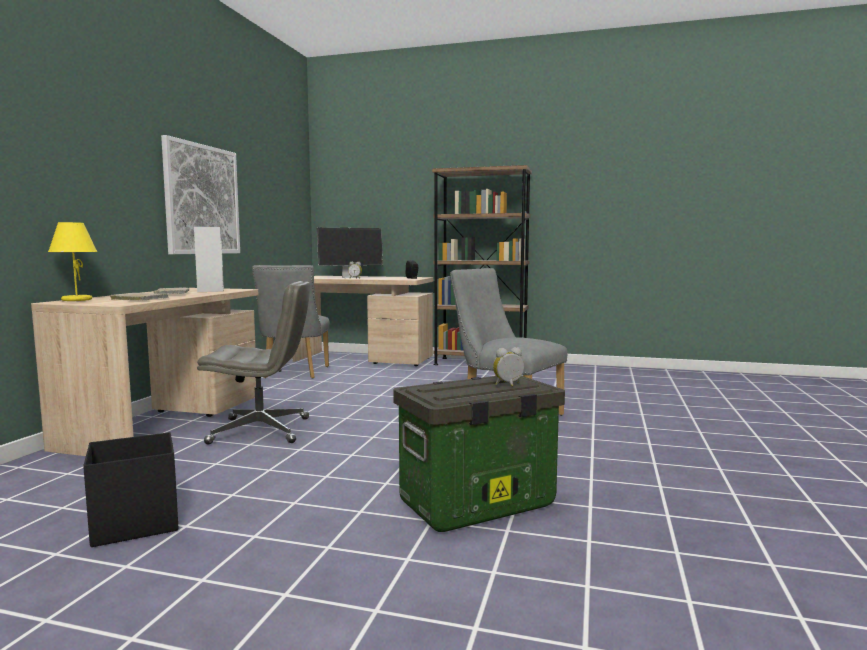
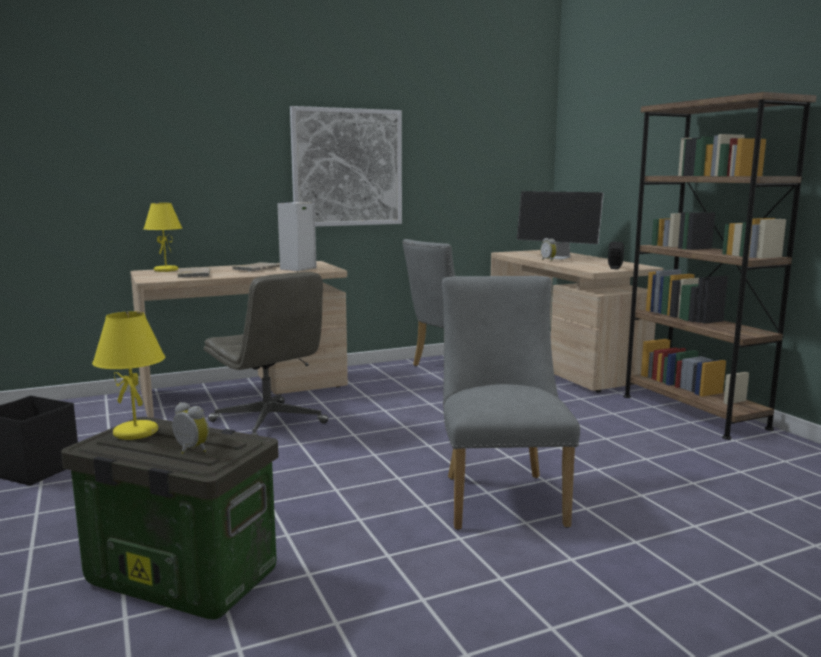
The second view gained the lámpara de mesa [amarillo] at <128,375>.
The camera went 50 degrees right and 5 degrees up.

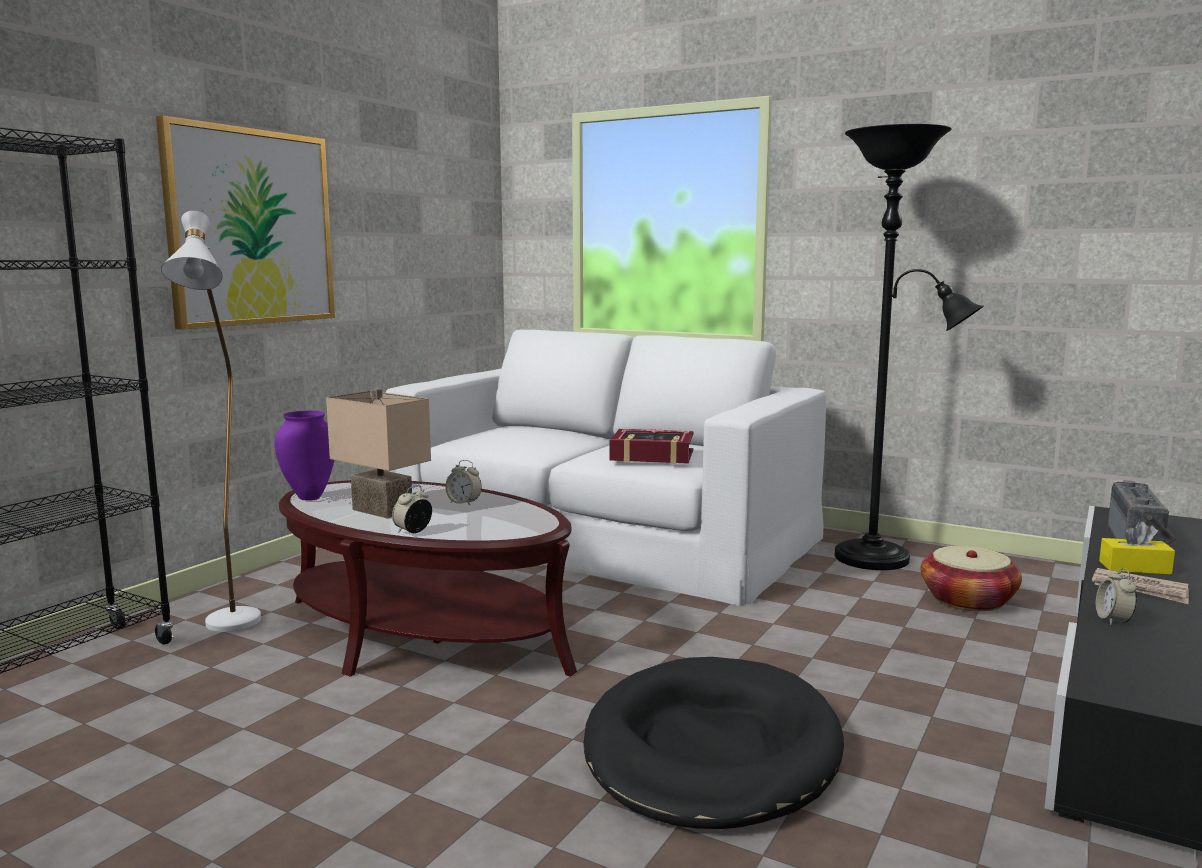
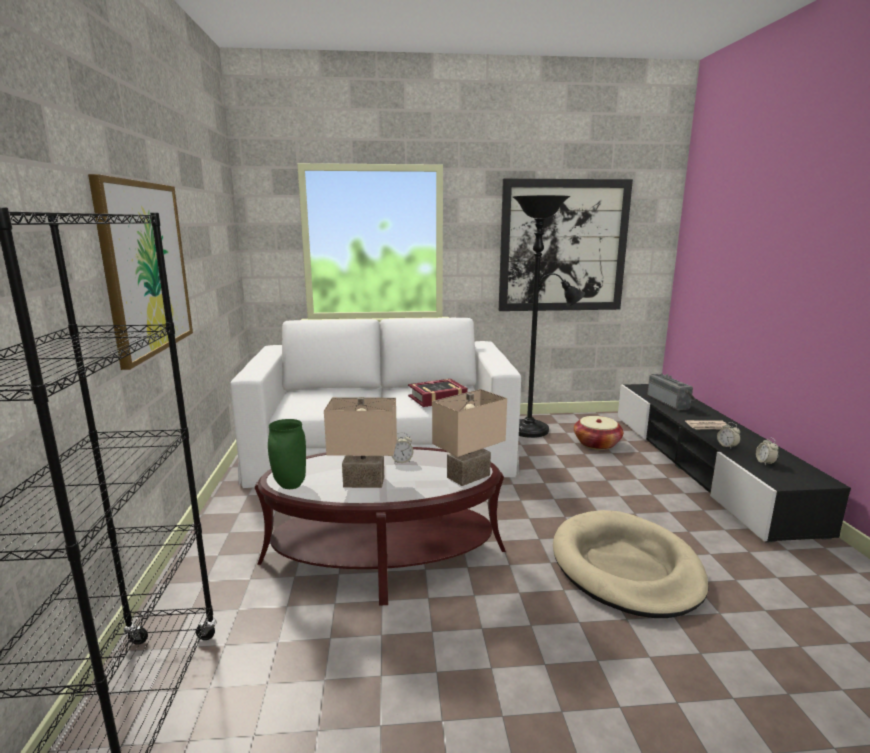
The second view lost the lámpara de pie [blanco] at <211,421>.
What was the florero [morado] at <304,456> turned into the florero [verde] at <287,454>.
The despertador ended up elsewhere, having gone from <412,509> to <767,451>.
The second view lost the caja de pañuelos [amarillo] at <1137,548>.
What was the cama para perro [negro] at <713,743> turned into the cama para perro [beis] at <631,564>.
The second view gained the cuadro at <566,245>.
The second view gained the lámpara de mesa [beis] at <469,437>.
The camera went 35 degrees left and 5 degrees up.

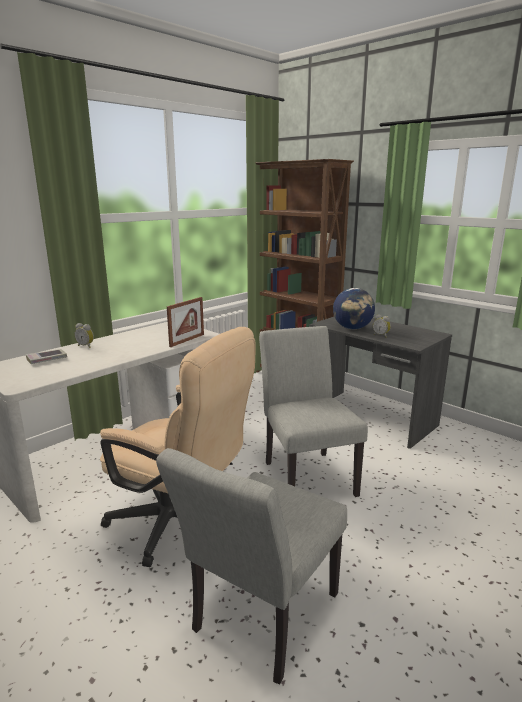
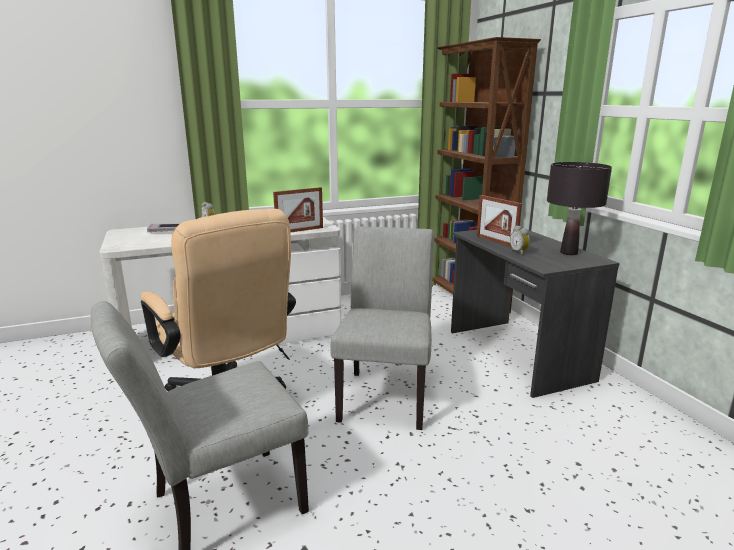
Where the globo terráqueo stood at <354,308>, the portarretratos came to stand at <499,220>.
The second view gained the lámpara de mesa [negro] at <579,208>.
The camera went 25 degrees right and 0 degrees up.

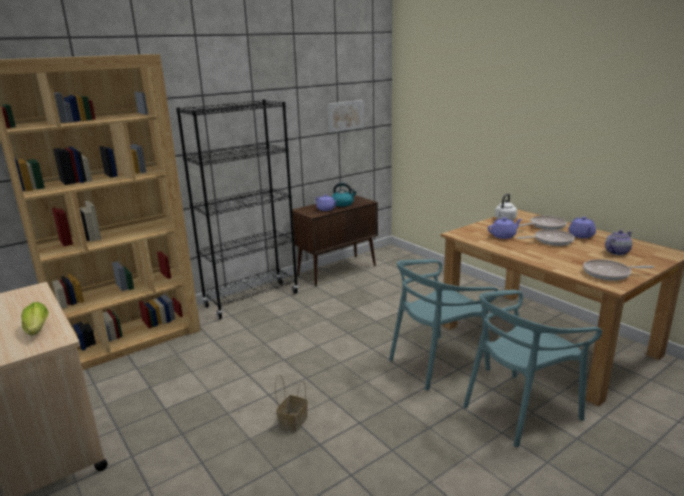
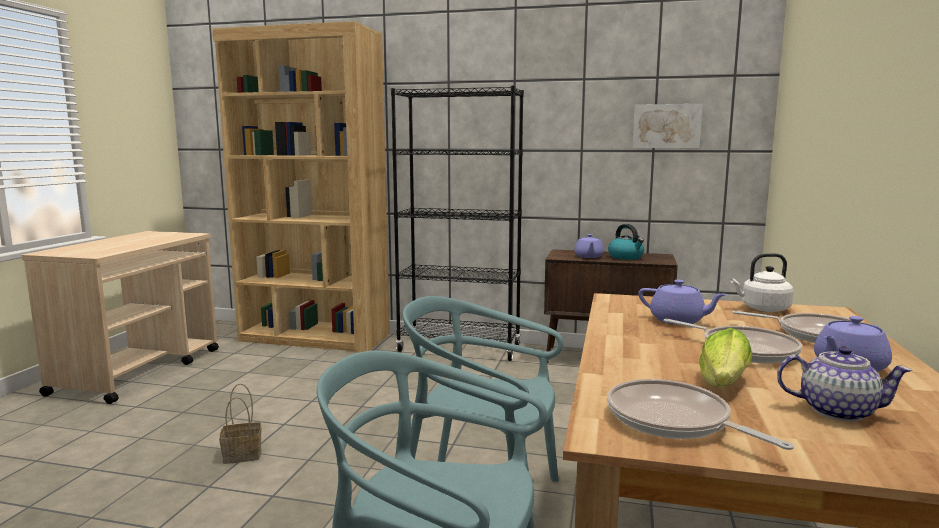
The lechuga ended up elsewhere, having gone from <35,319> to <725,357>.
The camera went 50 degrees right and 10 degrees down.

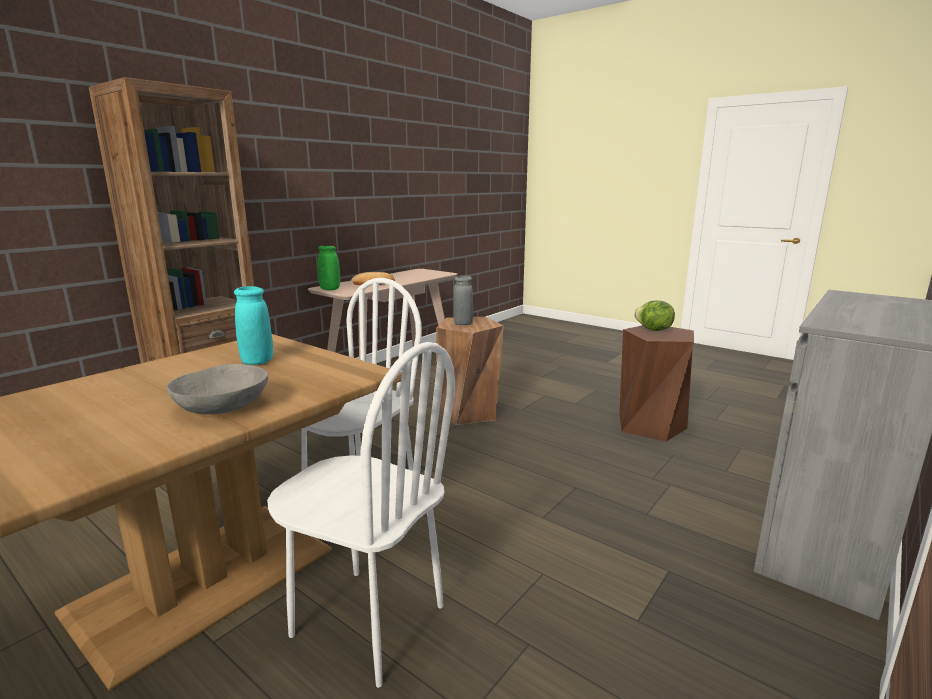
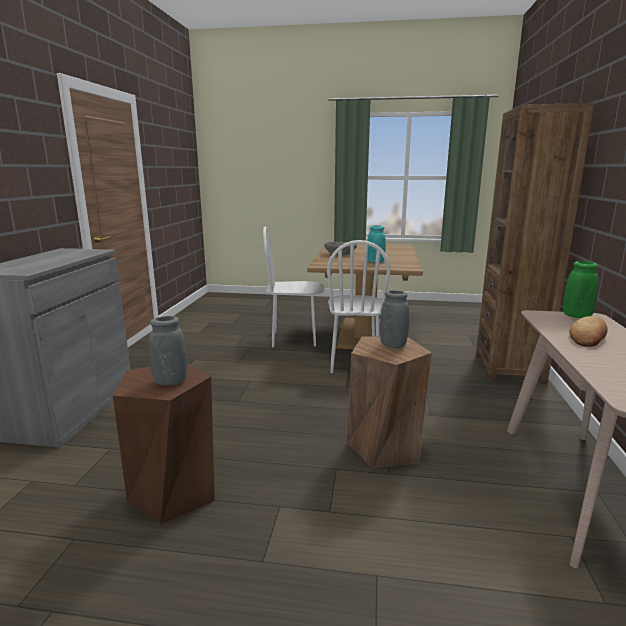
Where the lechuga stood at <654,315>, the florero [gris] came to stand at <168,351>.
The camera went 150 degrees right and 0 degrees up.

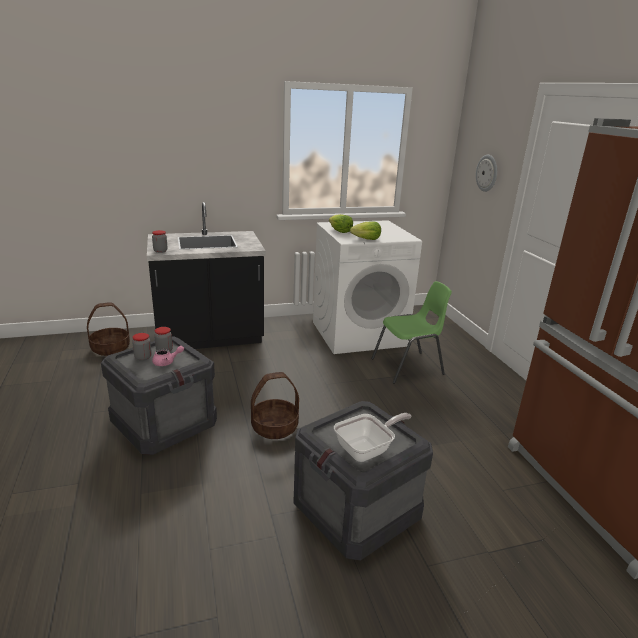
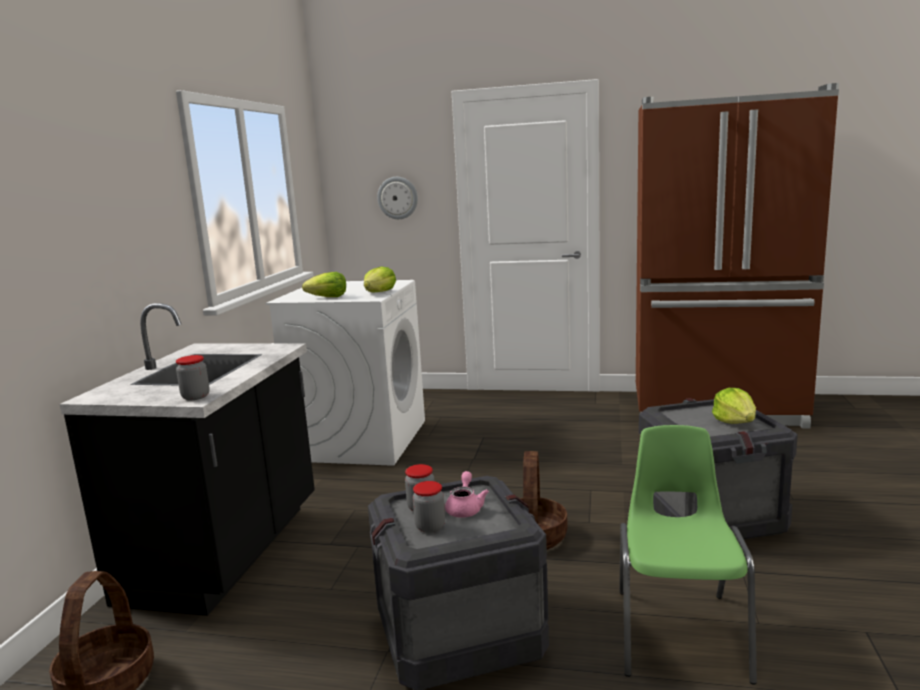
The silla [verde] ended up elsewhere, having gone from <411,332> to <688,555>.
Where the sartén stood at <373,437>, the lechuga came to stand at <734,406>.
The camera went 60 degrees left and 10 degrees down.

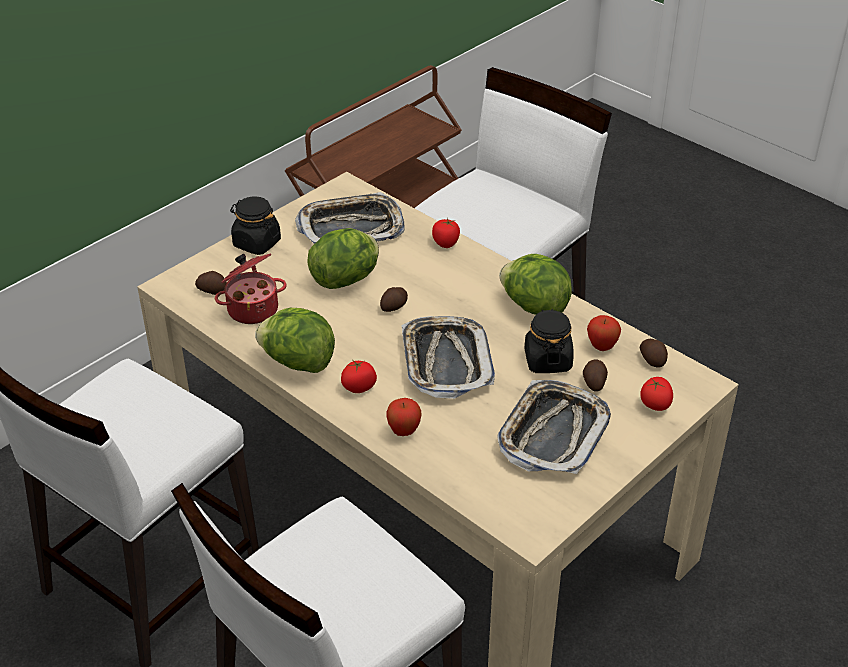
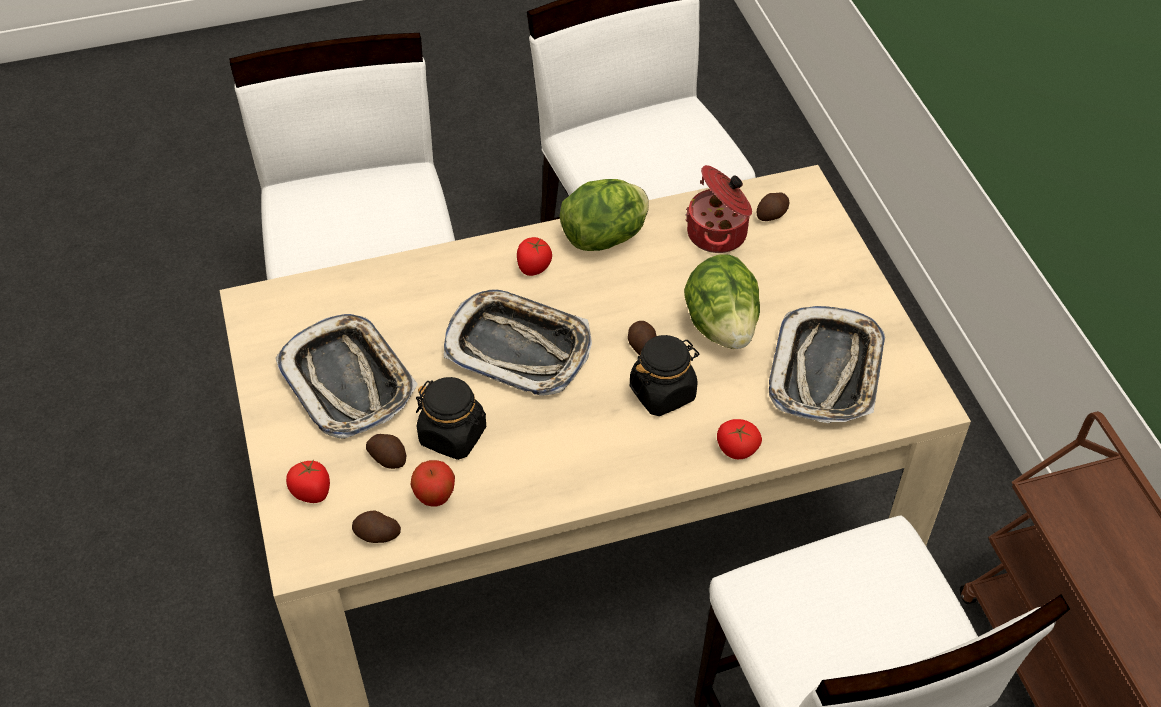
The tarro [negro] ended up elsewhere, having gone from <255,225> to <664,375>.
The second view lost the lechuga at <535,284>.
The second view lost the manzana at <404,417>.
The camera went 120 degrees right and 10 degrees up.

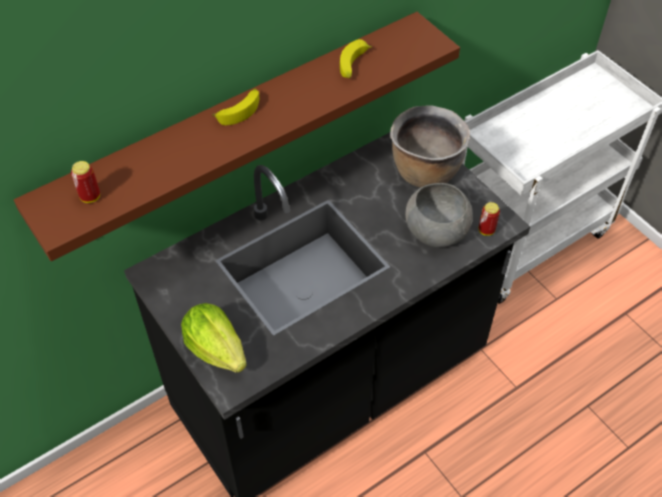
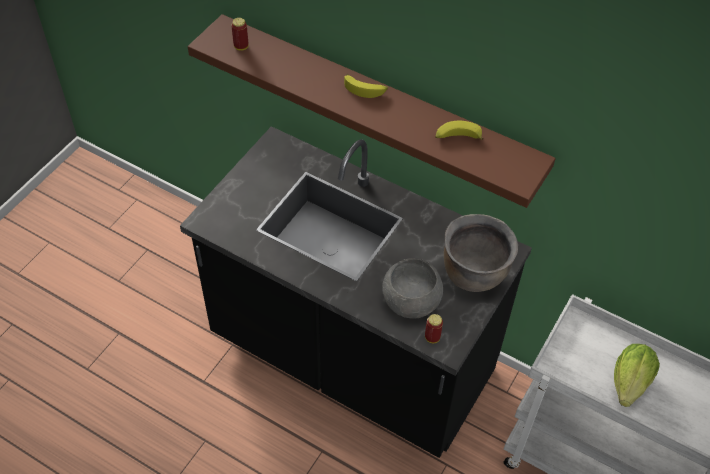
The lechuga ended up elsewhere, having gone from <214,338> to <637,375>.
The camera went 65 degrees right and 0 degrees up.

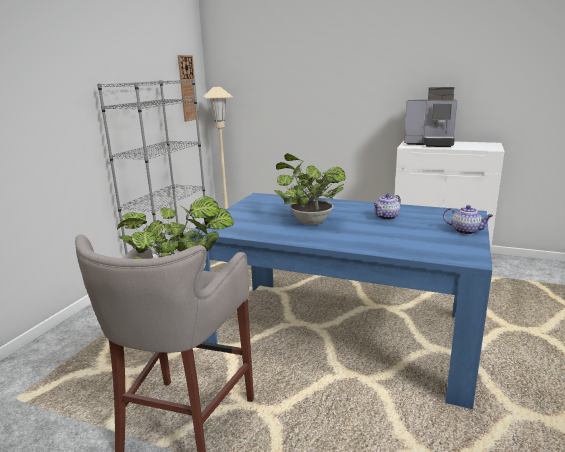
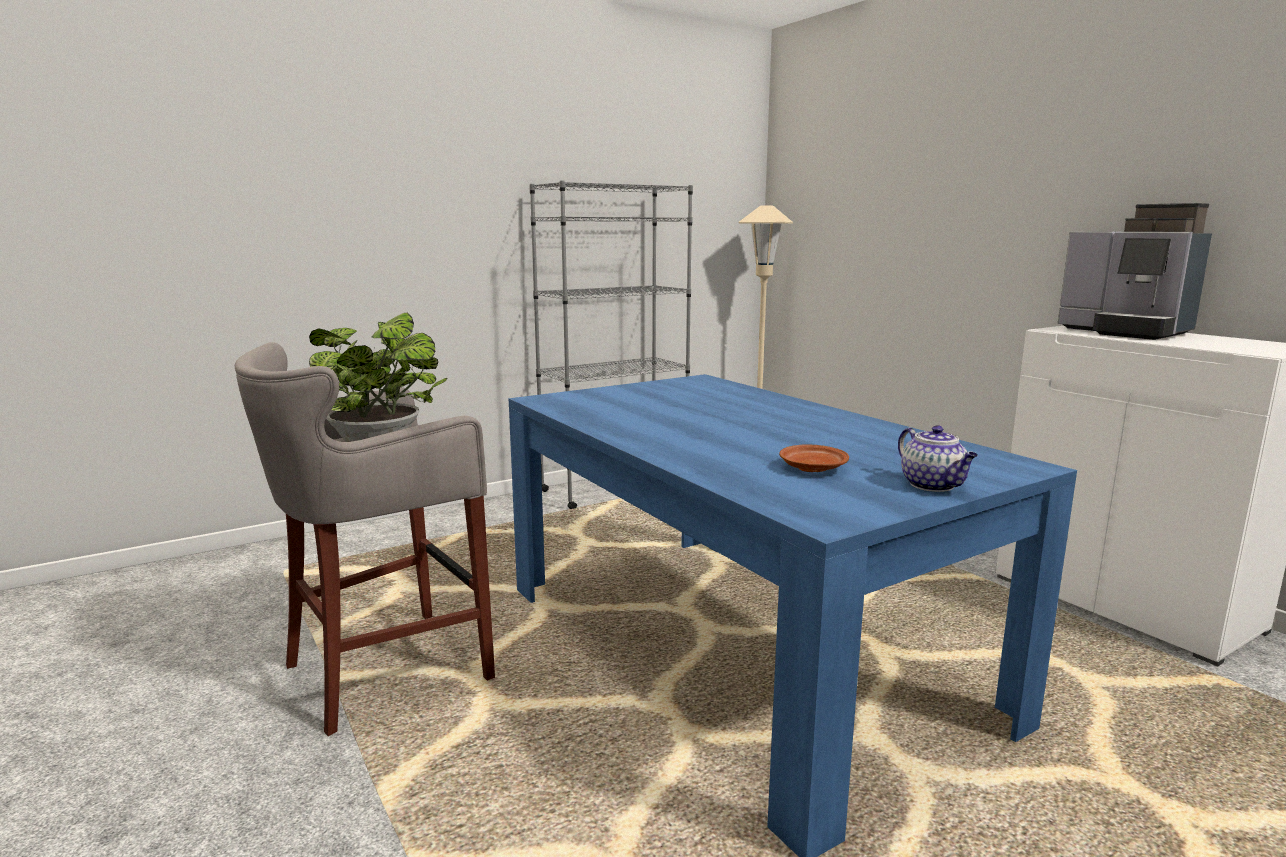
The second view lost the reloj de pared at <188,88>.
The second view lost the planta en maceta at <310,189>.
The second view lost the tetera at <387,206>.
The second view gained the plato [marrón] at <814,458>.
The camera went 35 degrees right and 5 degrees down.

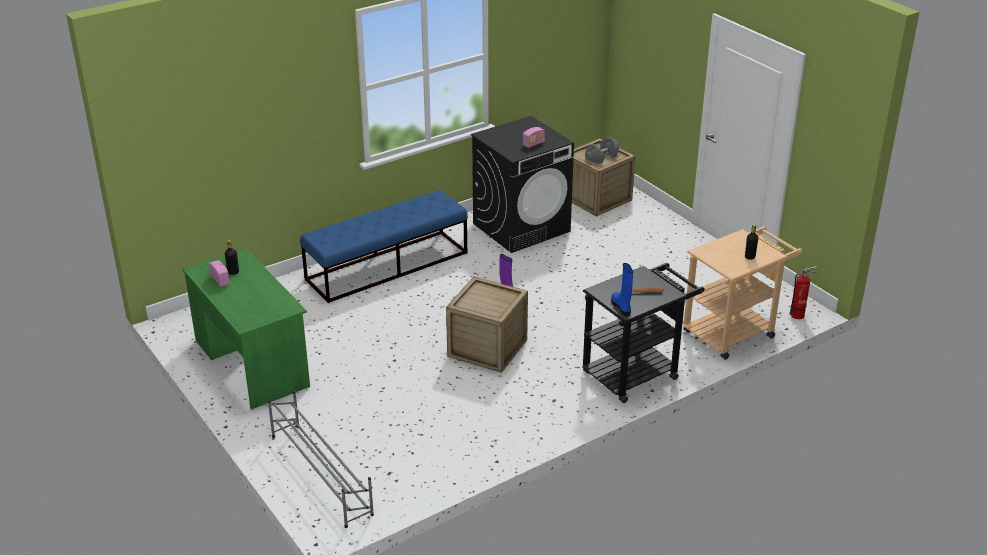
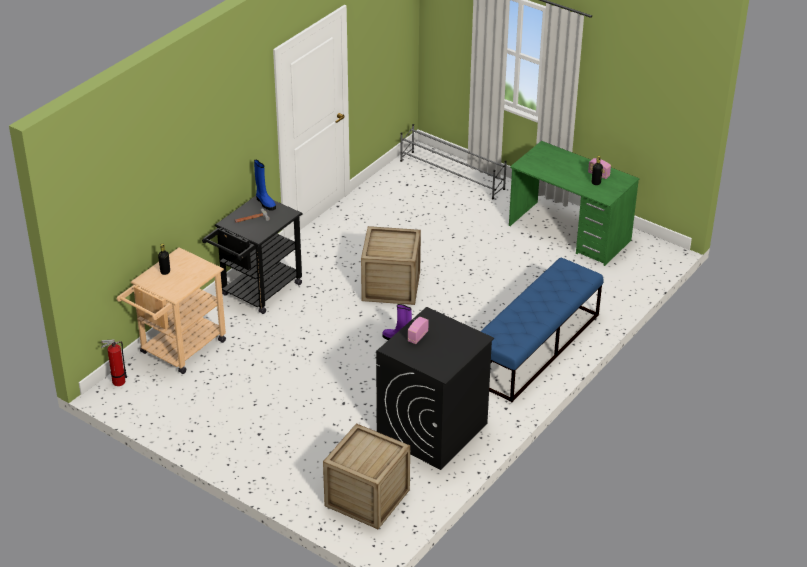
The second view lost the mancuerna [gris] at <602,150>.
The camera went 160 degrees right and 5 degrees up.

